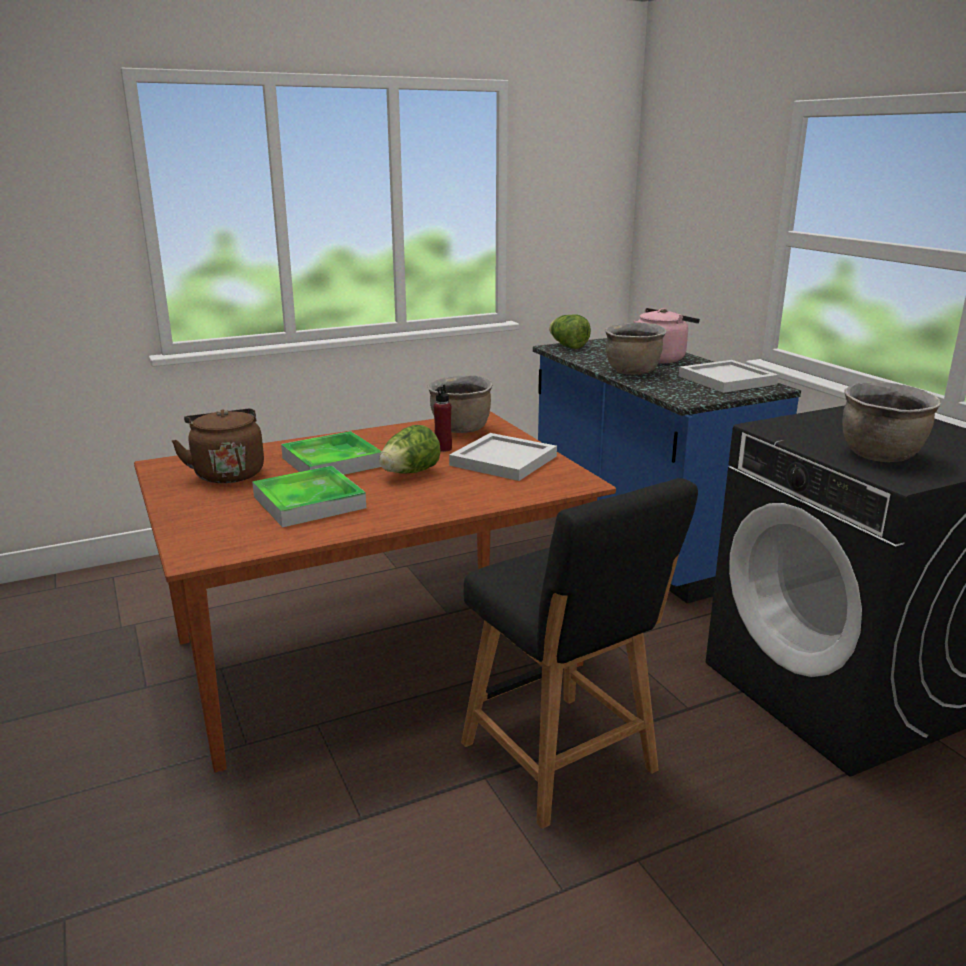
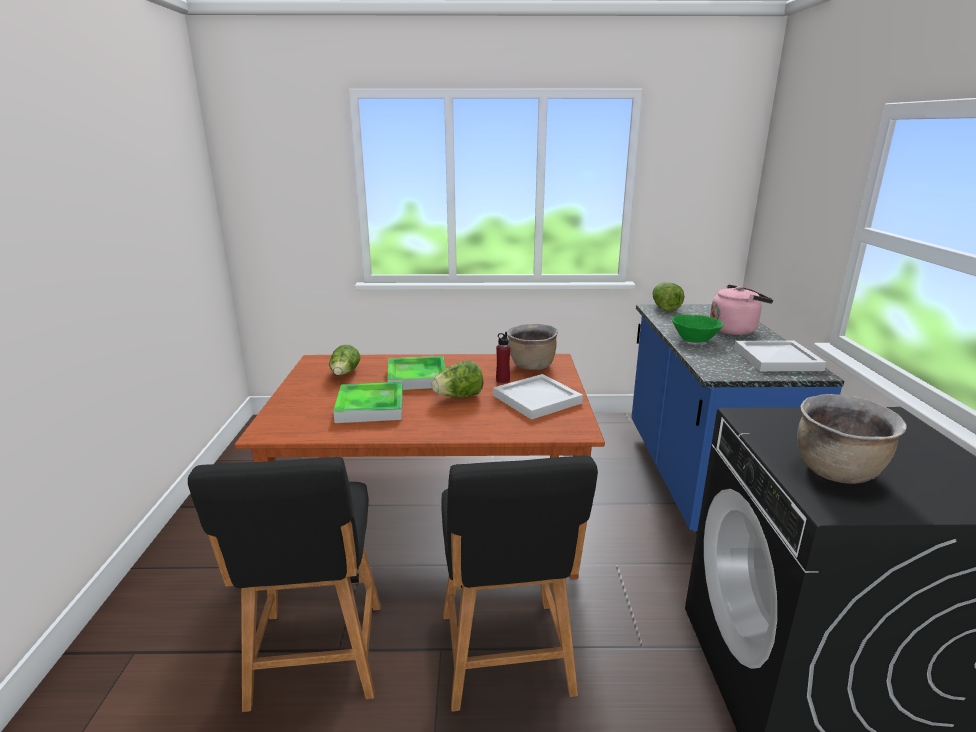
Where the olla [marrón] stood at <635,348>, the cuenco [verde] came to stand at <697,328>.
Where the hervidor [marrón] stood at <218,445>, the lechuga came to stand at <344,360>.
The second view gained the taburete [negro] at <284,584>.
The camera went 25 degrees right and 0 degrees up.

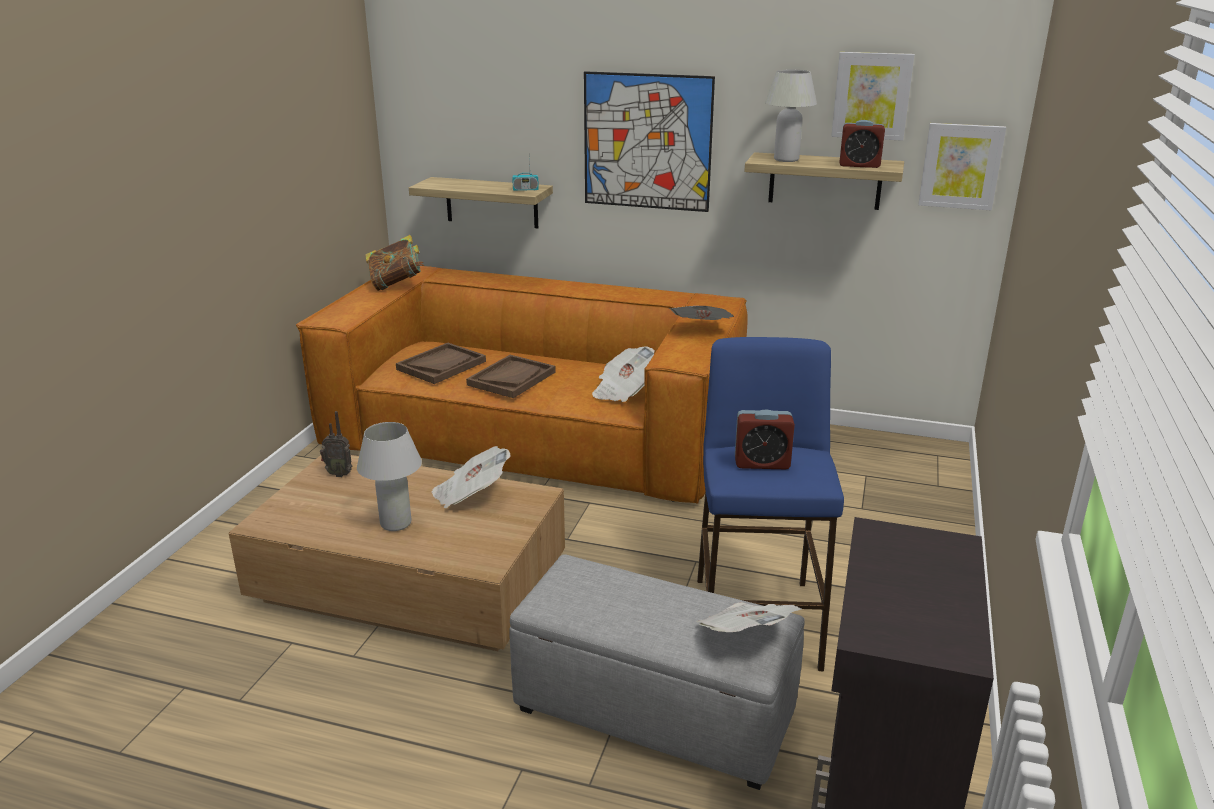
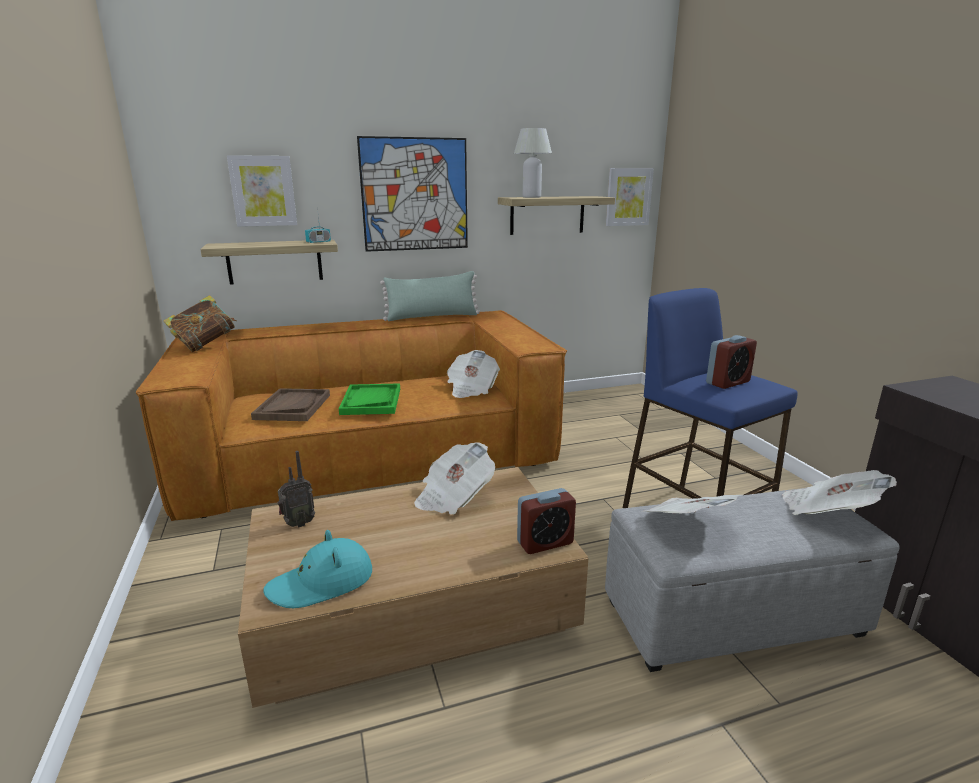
The cuadro ended up elsewhere, having gone from <873,96> to <262,191>.
The despertador ended up elsewhere, having gone from <862,144> to <546,521>.
The periódico ended up elsewhere, having gone from <701,313> to <693,504>.
What was the bandeja [marrón] at <511,376> turned into the bandeja [verde] at <369,399>.
The second view lost the lámpara de mesa [blanco] at <389,476>.
The second view gained the cojín [verde] at <430,296>.
The second view gained the sombrero [turquesa] at <317,569>.
The camera went 35 degrees left and 5 degrees down.

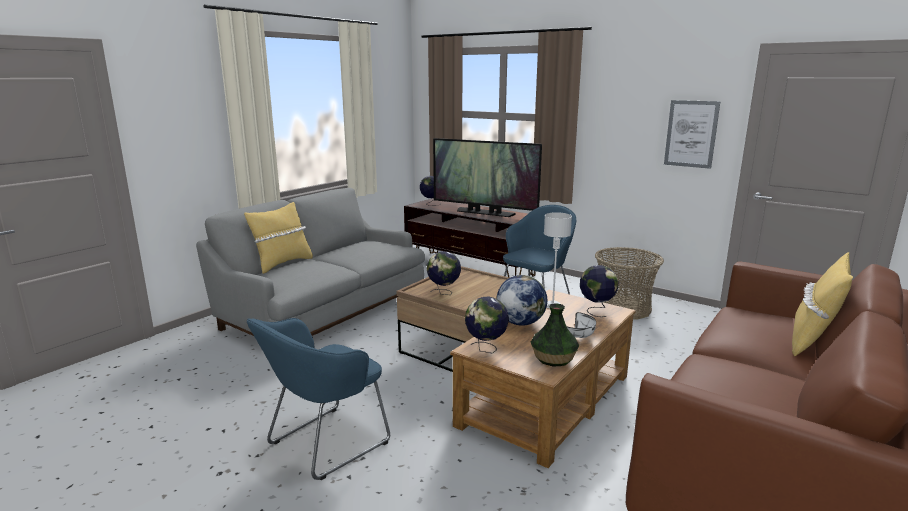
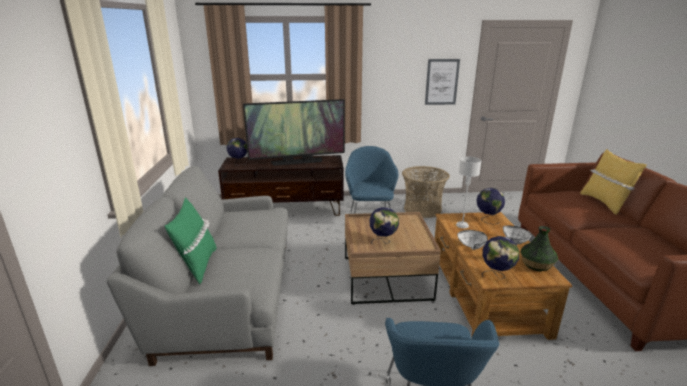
What was the cojín [amarillo] at <278,238> turned into the cojín [verde] at <191,240>.
Where the globo terráqueo stood at <521,300>, the cuenco [blanco] came to stand at <472,240>.
The camera went 40 degrees left and 5 degrees up.

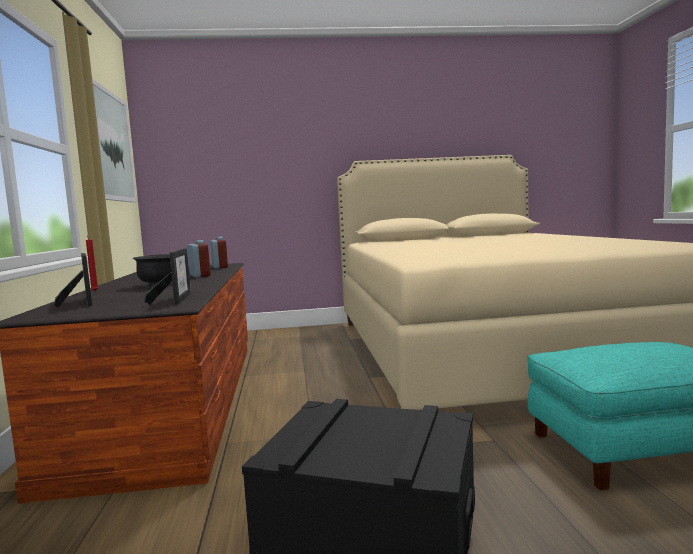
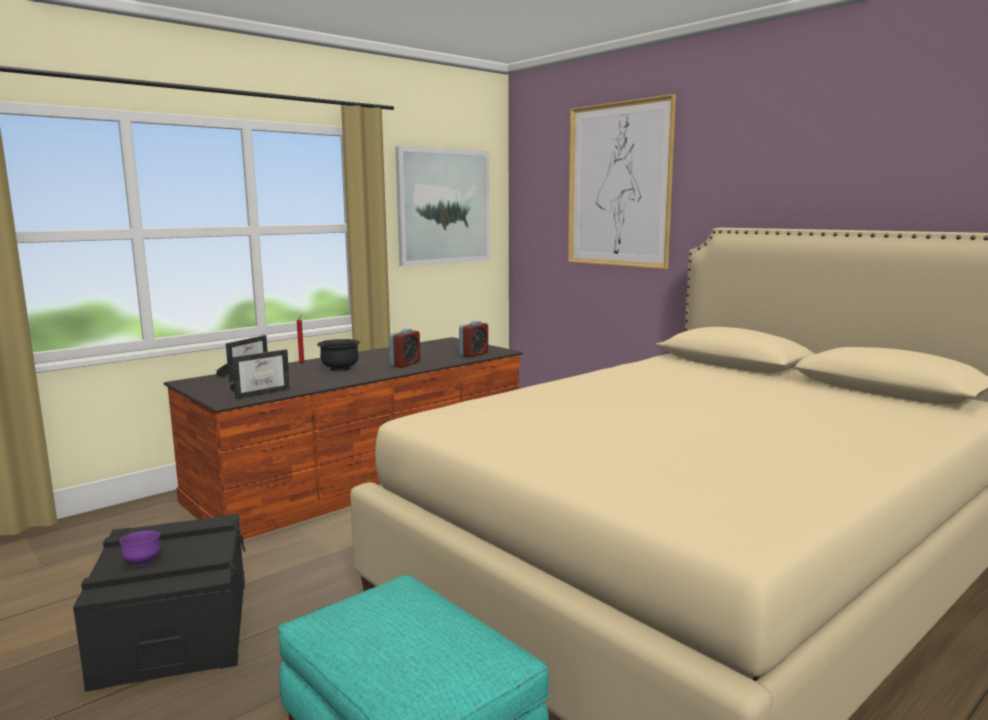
The second view gained the cuadro at <622,181>.
The second view gained the cuenco [morado] at <140,548>.
The camera went 55 degrees right and 5 degrees up.

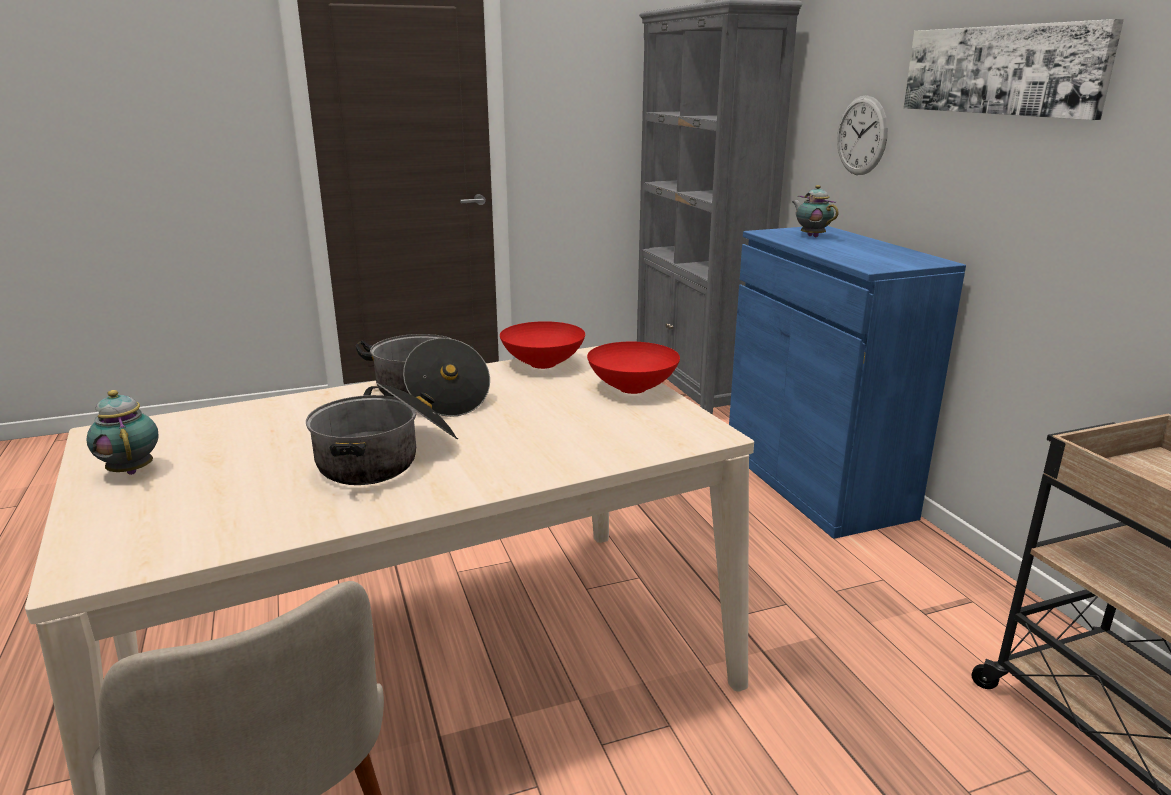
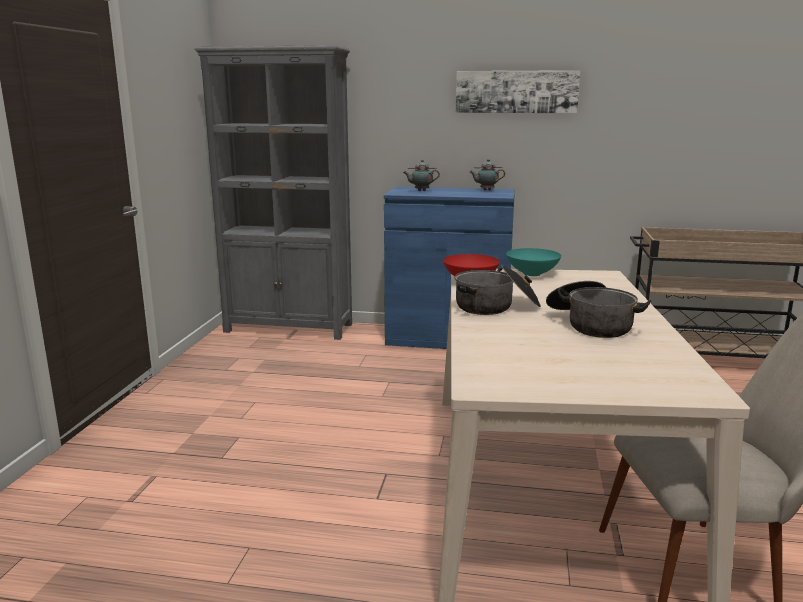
The second view lost the reloj de pared at <862,135>.
What was the cuenco [rojo] at <633,368> turned into the cuenco [turquesa] at <533,262>.
The tetera ended up elsewhere, having gone from <123,432> to <487,174>.
The camera went 60 degrees left and 5 degrees down.

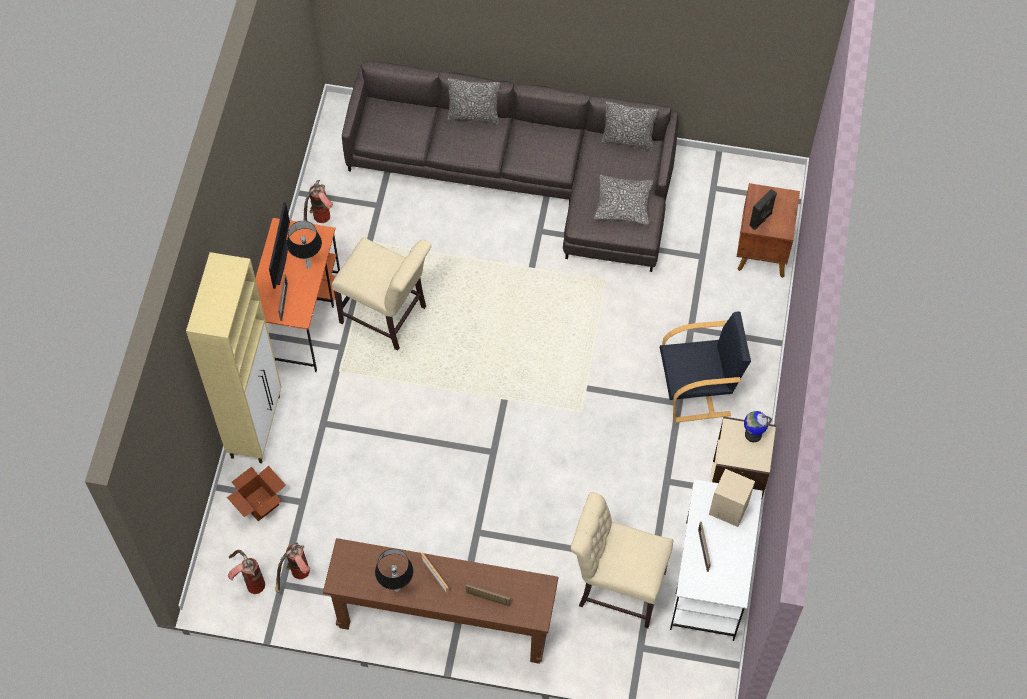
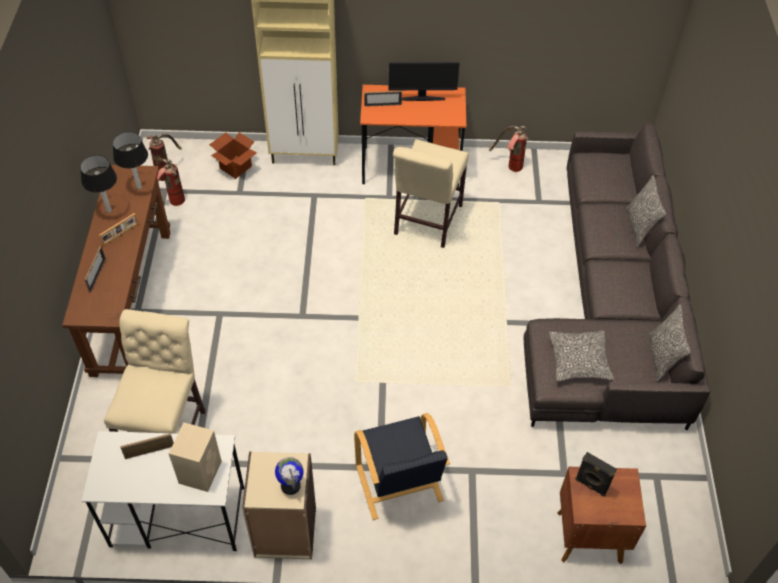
The lámpara de mesa ended up elsewhere, having gone from <304,245> to <130,160>.
The camera went 80 degrees right and 10 degrees down.

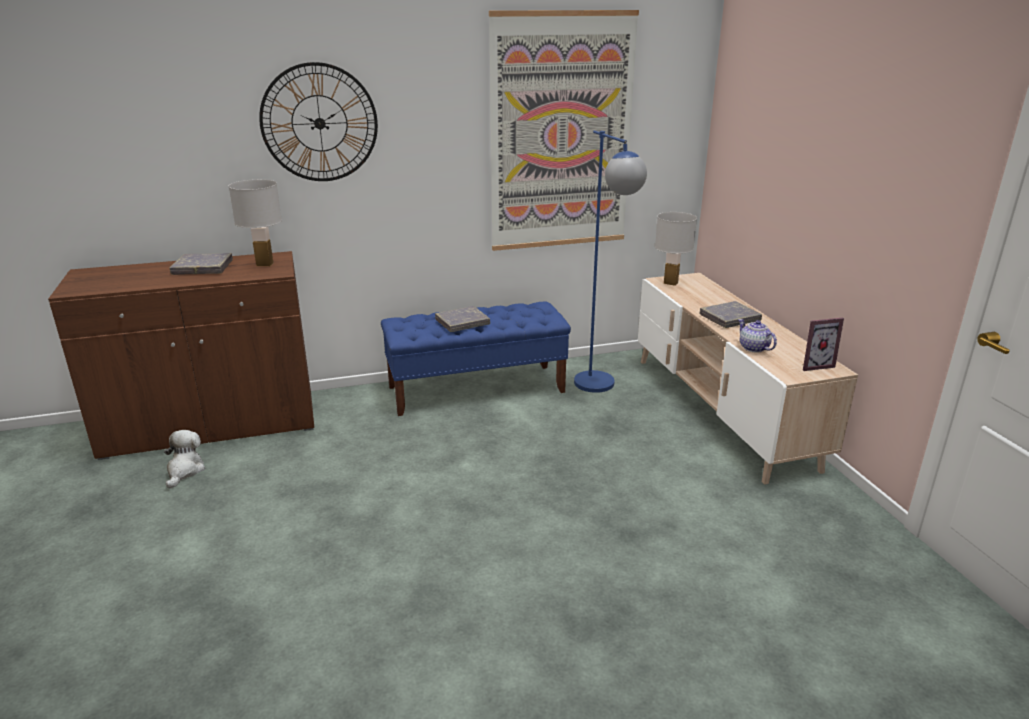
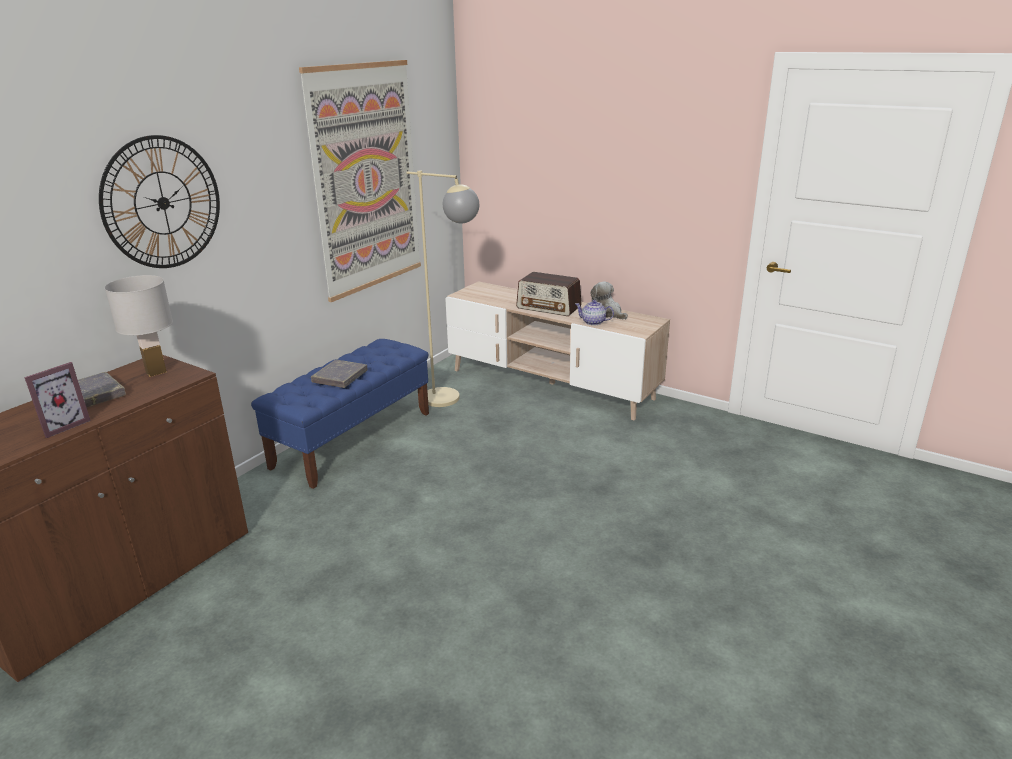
What was the lámpara de pie [azul] at <610,262> turned into the lámpara de pie [beis] at <442,289>.
The second view lost the lámpara de mesa [blanco] at <676,249>.
Where the libro [gris] stood at <730,314>, the radio came to stand at <548,294>.
The portarretratos ended up elsewhere, having gone from <823,344> to <58,400>.
The peluche ended up elsewhere, having gone from <184,459> to <609,300>.
The camera went 40 degrees left and 0 degrees up.

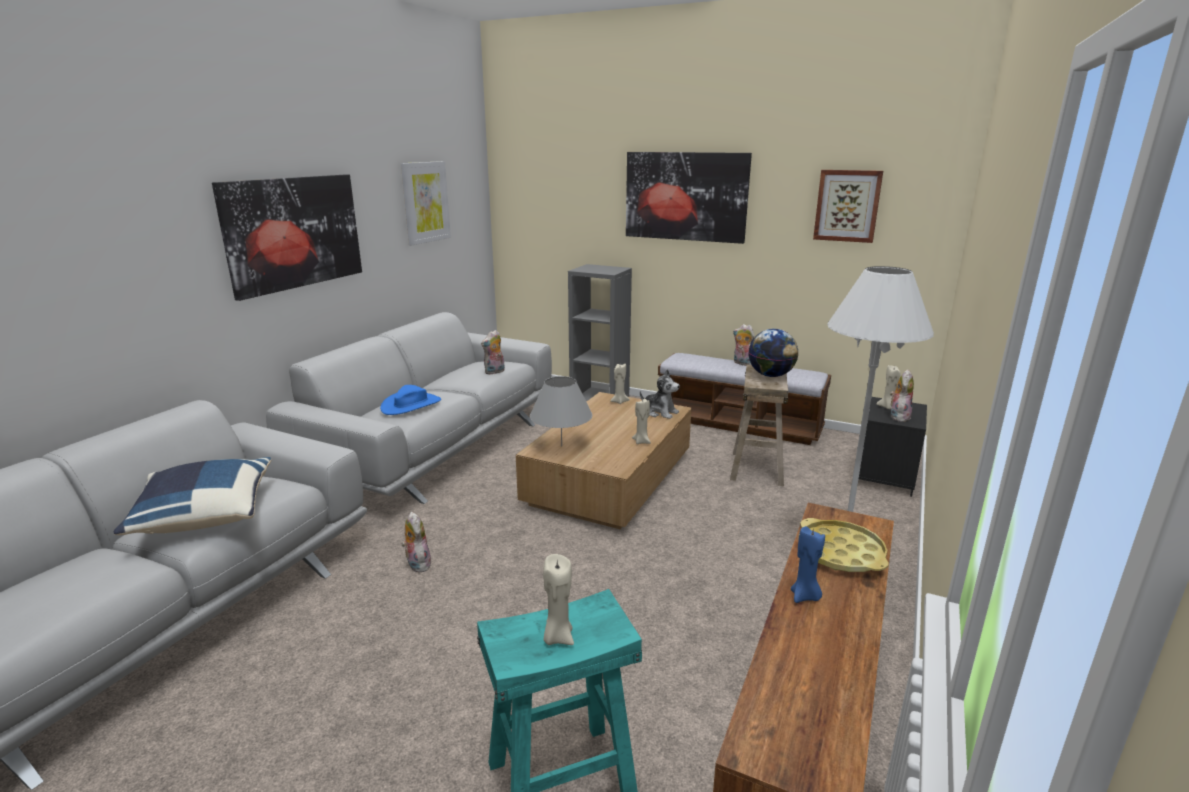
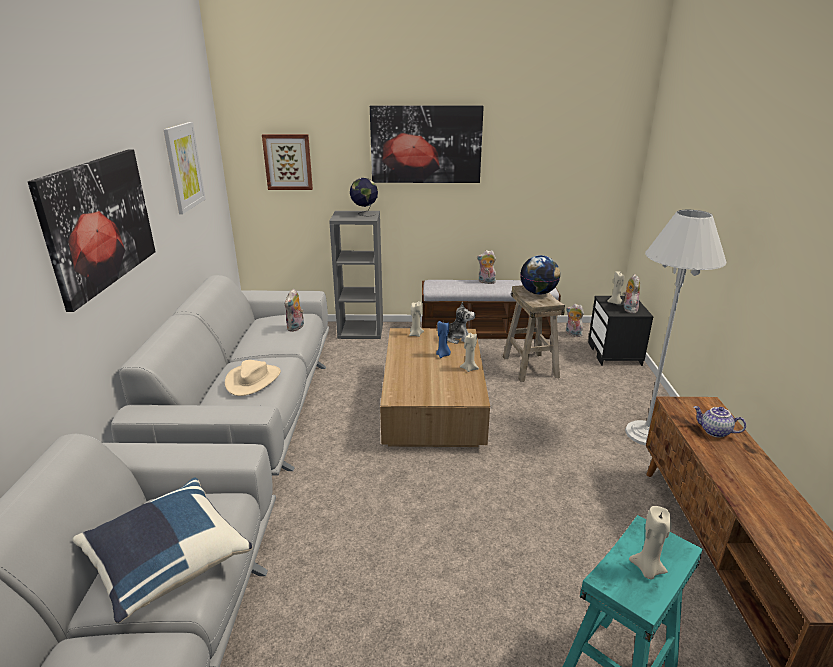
The cuadro ended up elsewhere, having gone from <848,206> to <287,162>.
The second view lost the lámpara de mesa [gris] at <561,411>.
What was the sombrero [azul] at <410,400> turned into the sombrero [beis] at <253,378>.
The peluche ended up elsewhere, having gone from <416,542> to <575,320>.
Where the bandeja [amarillo] stood at <843,545>, the tetera came to stand at <720,422>.
The vela [azul] ended up elsewhere, having gone from <808,564> to <443,339>.
The second view gained the globo terráqueo at <364,197>.
The camera went 25 degrees left and 5 degrees up.

